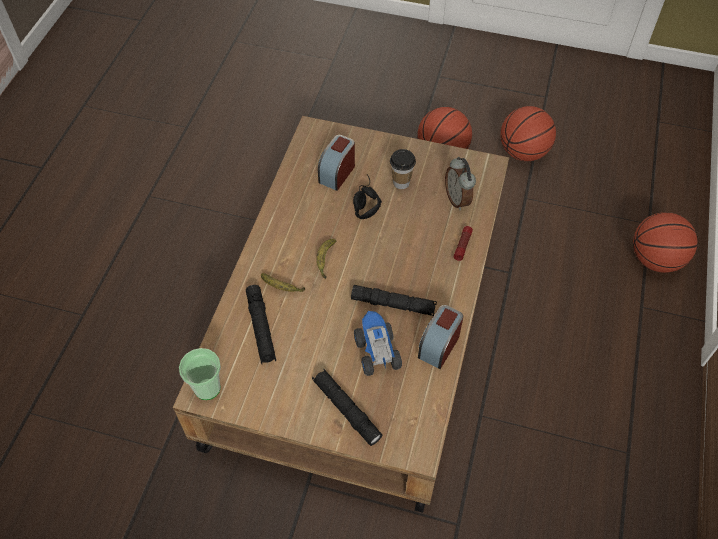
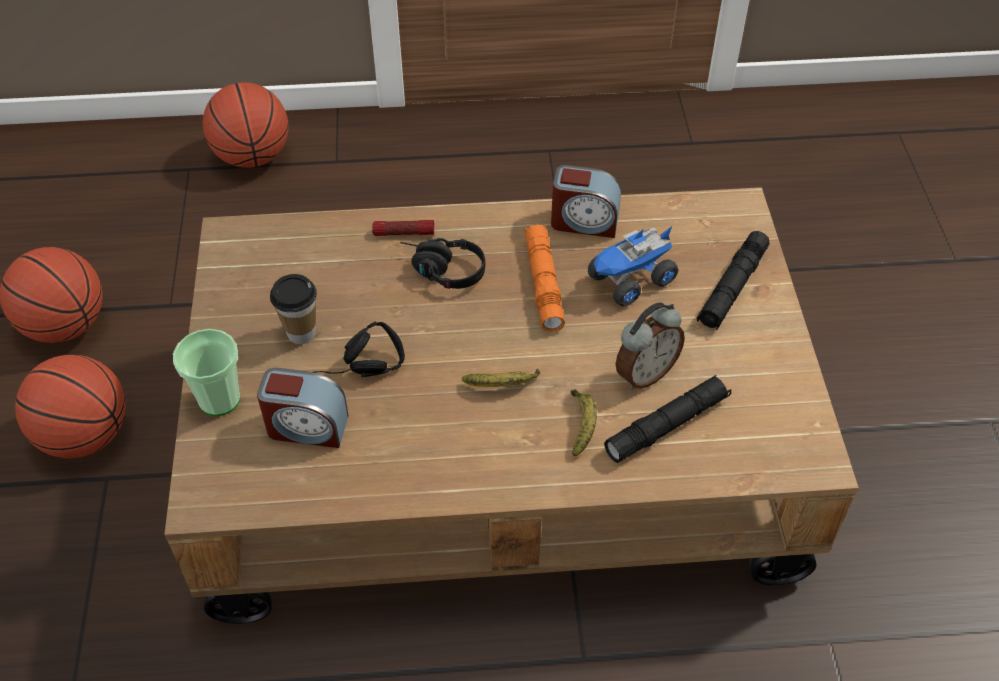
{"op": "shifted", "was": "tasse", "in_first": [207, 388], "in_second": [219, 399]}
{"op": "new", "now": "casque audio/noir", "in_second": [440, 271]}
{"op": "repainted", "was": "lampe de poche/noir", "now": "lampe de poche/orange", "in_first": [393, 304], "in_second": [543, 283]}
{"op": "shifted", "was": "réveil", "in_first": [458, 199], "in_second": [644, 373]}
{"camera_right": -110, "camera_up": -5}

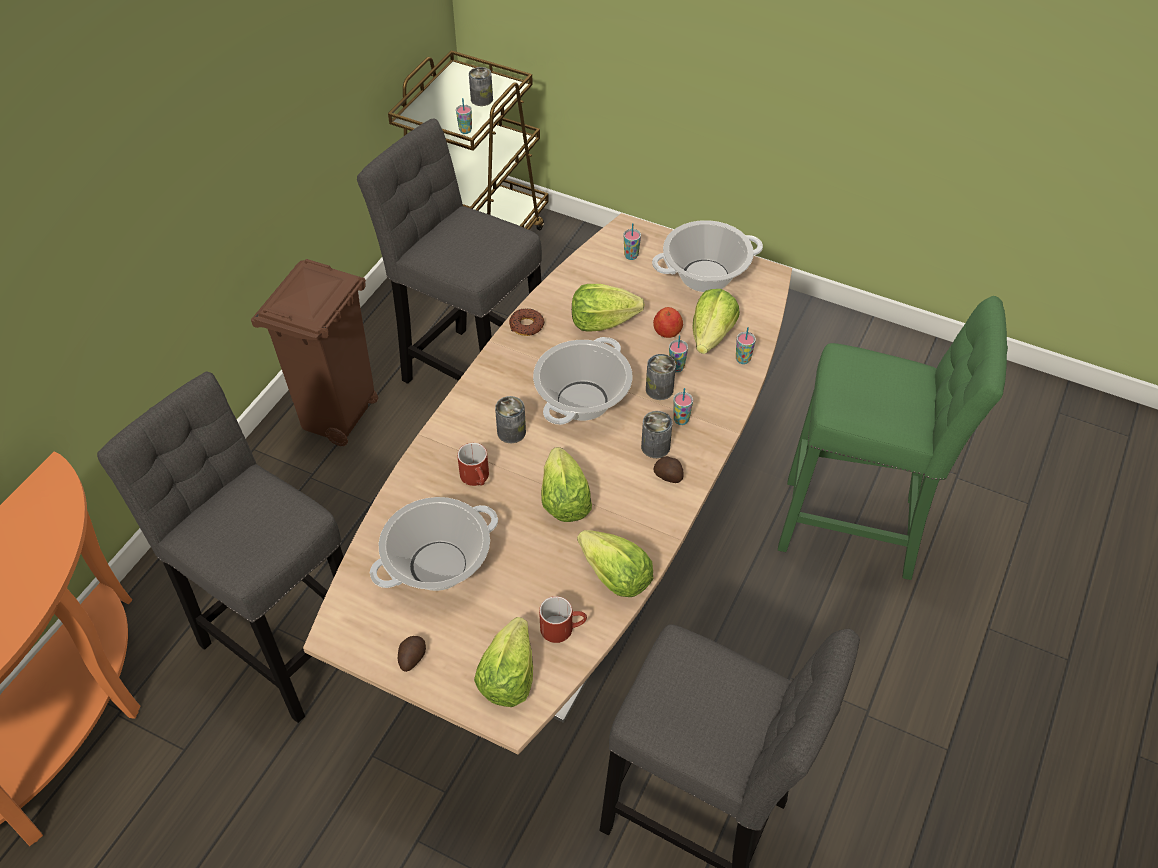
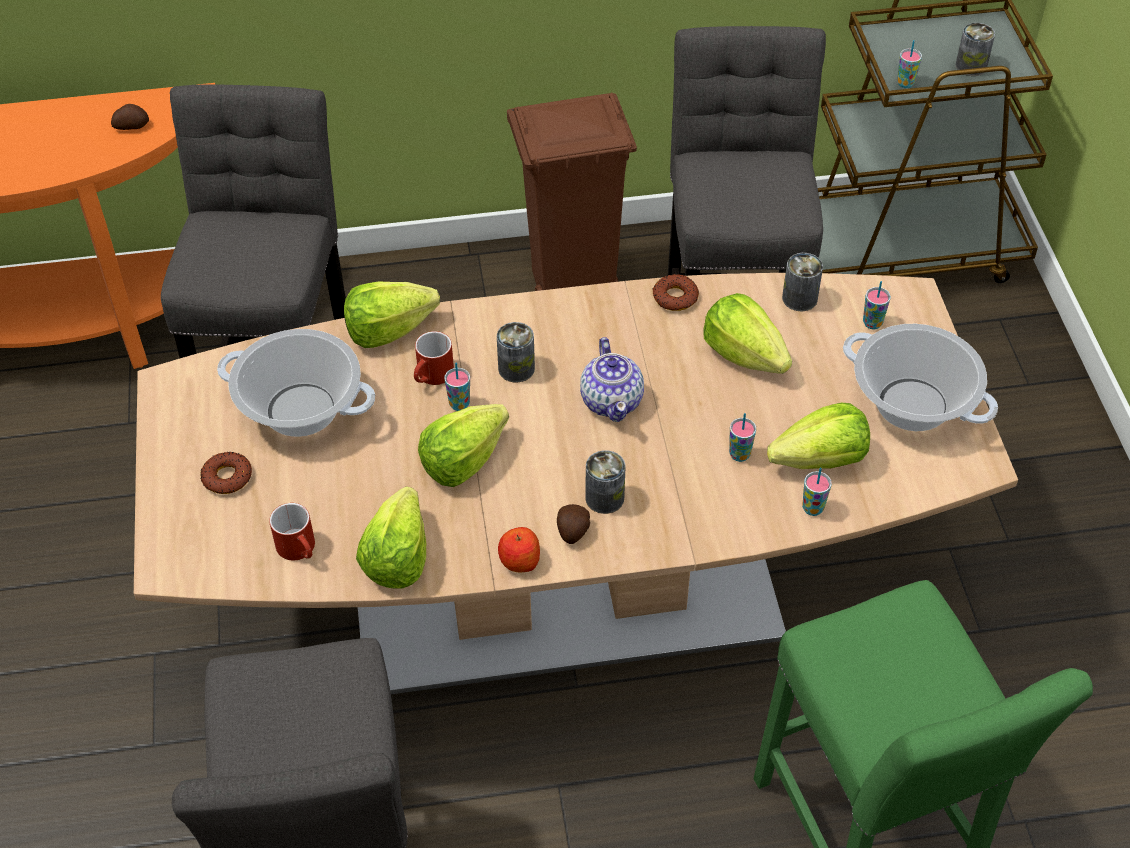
{"op": "shifted", "was": "pomme de terre", "in_first": [411, 657], "in_second": [131, 126]}
{"op": "new", "now": "beignet", "in_second": [227, 477]}
{"op": "shifted", "was": "laitue", "in_first": [508, 677], "in_second": [388, 330]}
{"op": "shifted", "was": "tasse", "in_first": [681, 420], "in_second": [459, 404]}
{"op": "shifted", "was": "pomme", "in_first": [667, 331], "in_second": [519, 560]}
{"op": "swapped", "was": "marmite", "now": "théière", "in_first": [582, 401], "in_second": [612, 400]}
{"op": "shifted", "was": "boîte métallique", "in_first": [659, 389], "in_second": [799, 298]}
{"camera_right": 55, "camera_up": 0}

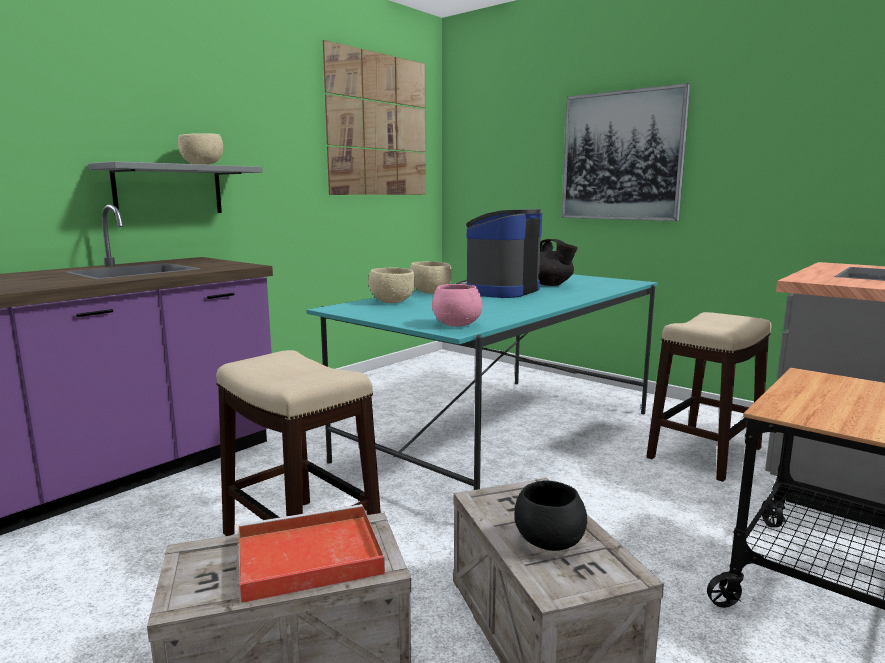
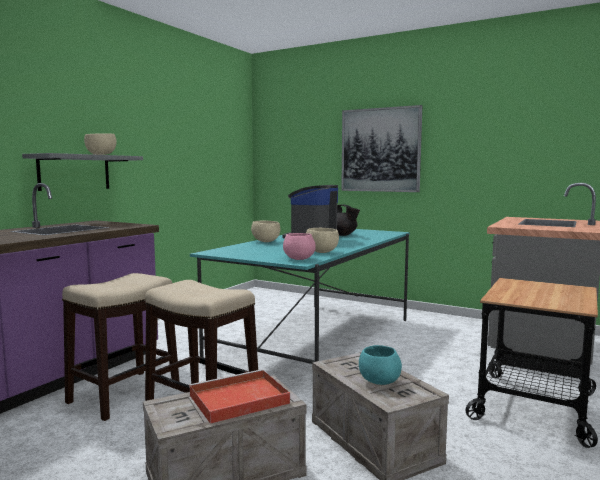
{"op": "shifted", "was": "tabouret", "in_first": [704, 453], "in_second": [123, 394]}
{"op": "shifted", "was": "bol/beige", "in_first": [391, 302], "in_second": [321, 252]}
{"op": "repainted", "was": "bol/noir", "now": "bol/turquoise", "in_first": [549, 542], "in_second": [379, 381]}
{"op": "gone", "was": "tableau", "in_first": [378, 125]}
{"camera_right": -10, "camera_up": -5}

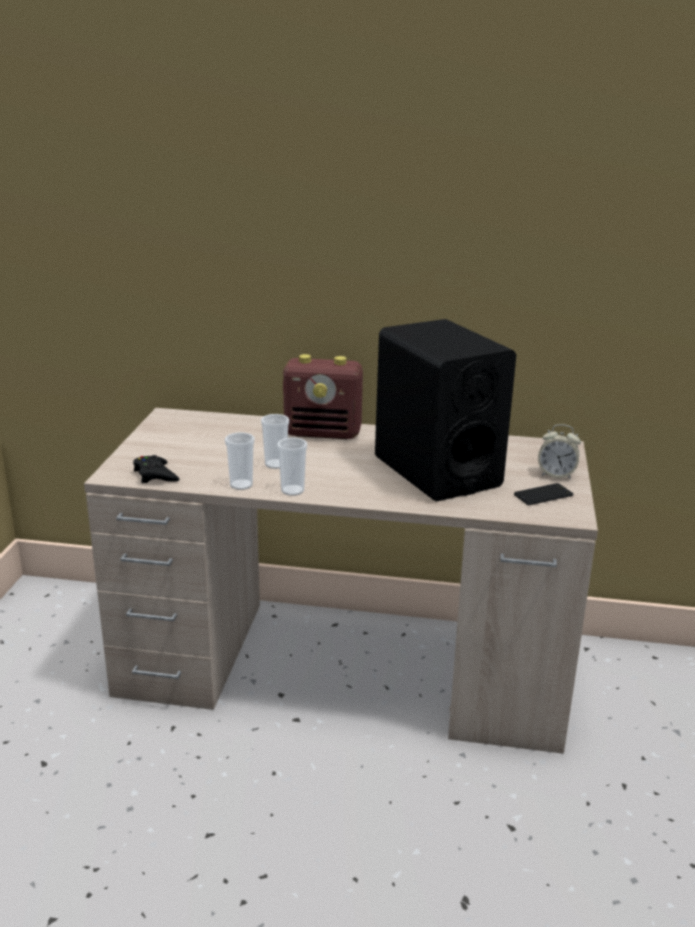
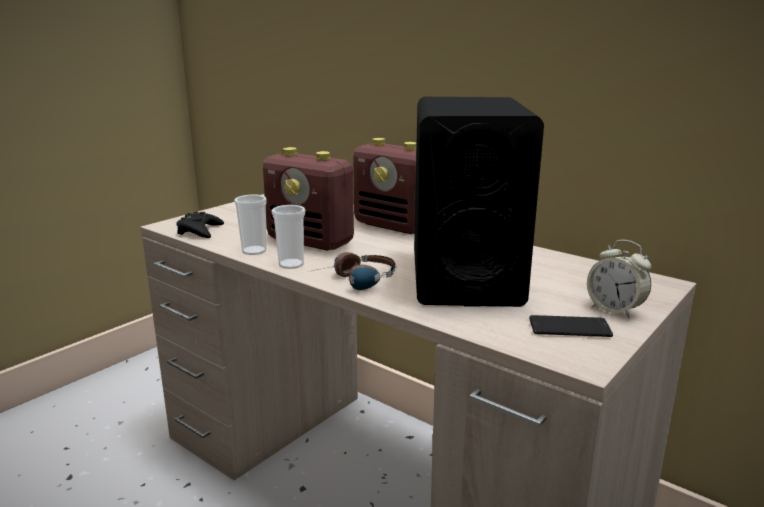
{"op": "swapped", "was": "tasse", "now": "radio", "in_first": [275, 464], "in_second": [311, 241]}
{"op": "new", "now": "casque audio", "in_second": [355, 281]}
{"camera_right": 30, "camera_up": -5}

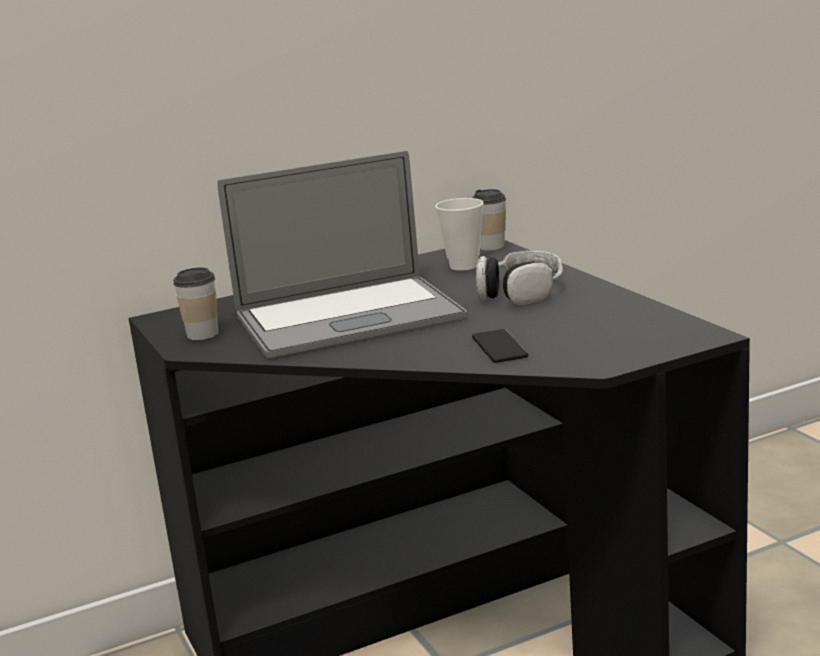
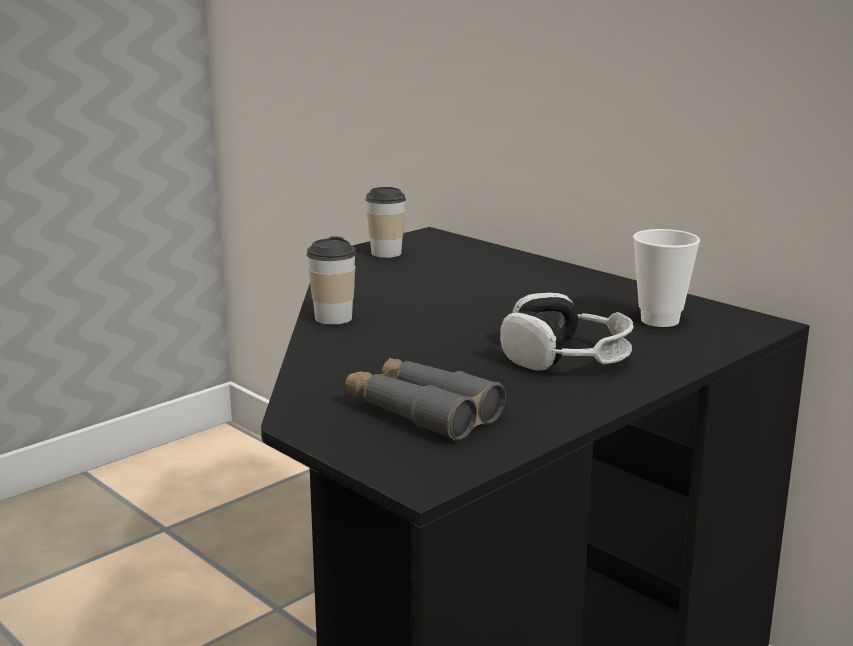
{"op": "shifted", "was": "tasse", "in_first": [491, 246], "in_second": [333, 318]}
{"op": "new", "now": "jumelles/gris", "in_second": [421, 412]}
{"op": "gone", "was": "ordinateur portable", "in_first": [348, 317]}
{"op": "gone", "was": "téléphone", "in_first": [499, 347]}
{"camera_right": 70, "camera_up": 0}

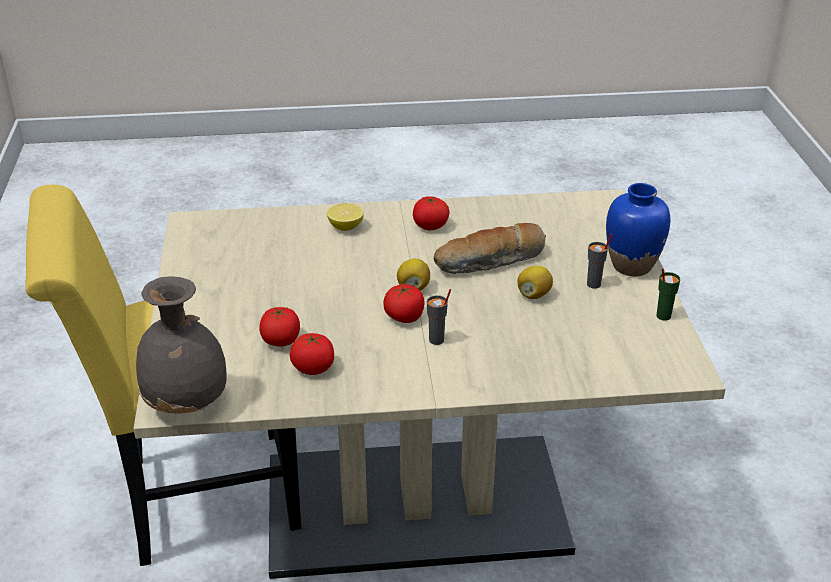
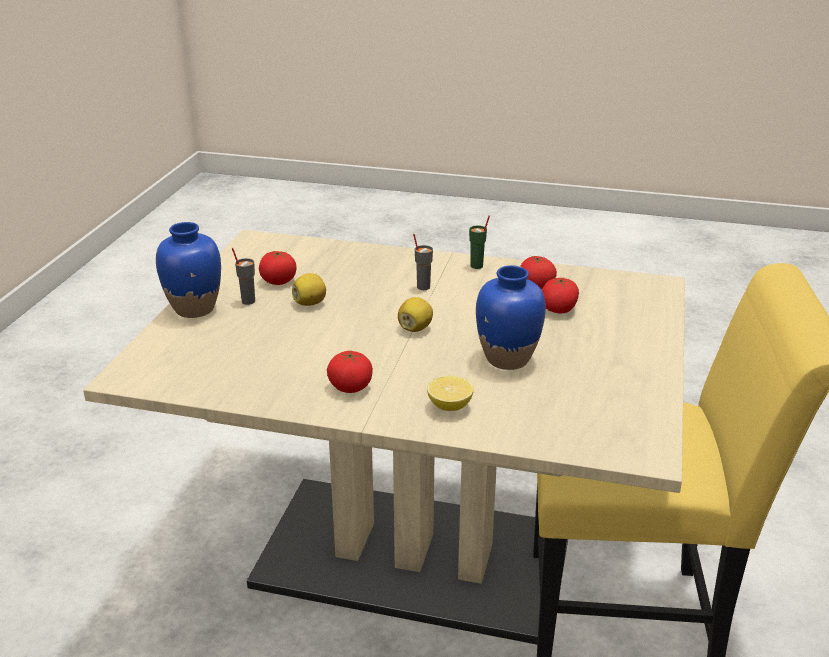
{"op": "shifted", "was": "tomate", "in_first": [404, 317], "in_second": [278, 281]}
{"op": "shifted", "was": "tasse/vert", "in_first": [663, 316], "in_second": [477, 266]}
{"op": "new", "now": "vase/bleu", "in_second": [507, 359]}
{"op": "gone", "was": "vase/gris", "in_first": [188, 403]}
{"op": "gone", "was": "pain", "in_first": [491, 262]}
{"camera_right": -160, "camera_up": -5}

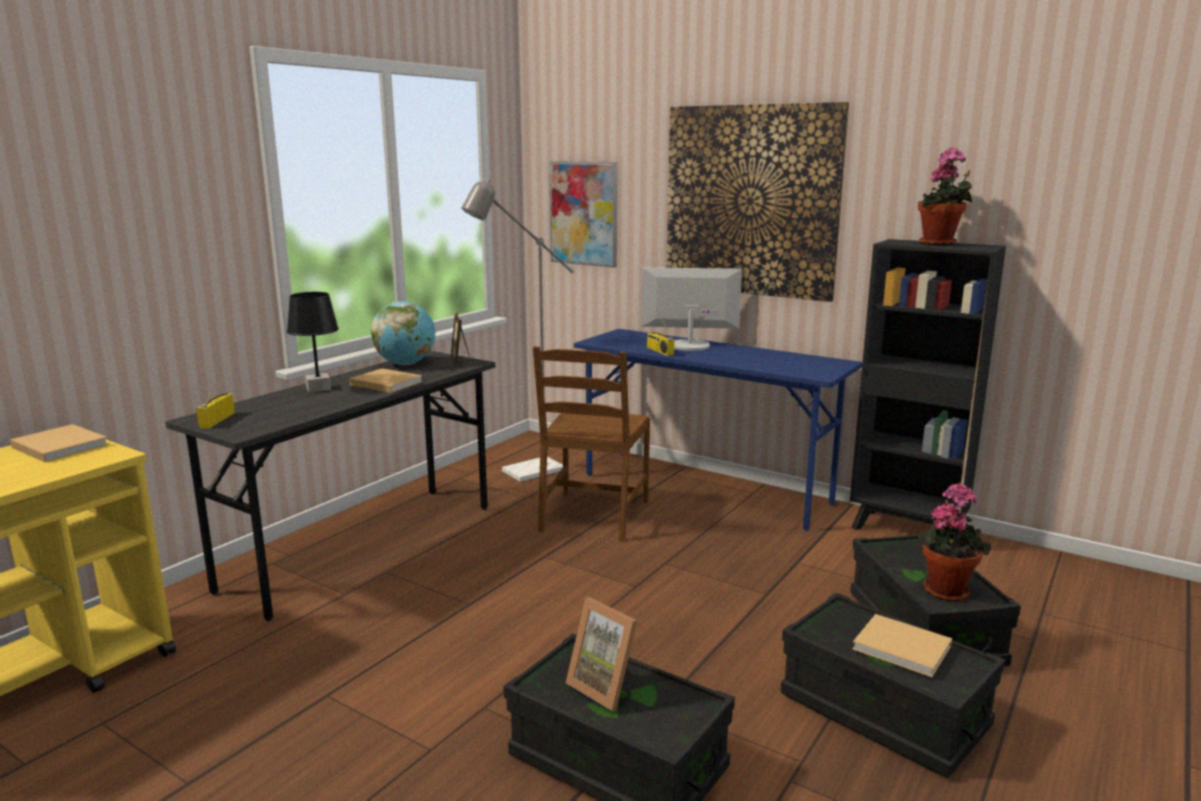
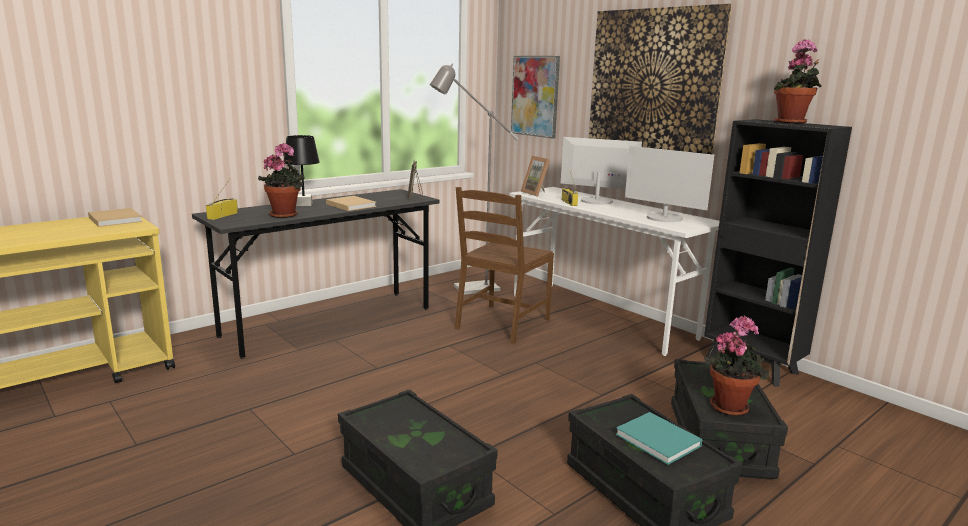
{"op": "new", "now": "plante en pot", "in_second": [285, 214]}
{"op": "repainted", "was": "bureau/bleu", "now": "bureau/blanc", "in_first": [706, 489], "in_second": [601, 316]}
{"op": "shifted", "was": "cadre photo", "in_first": [606, 686], "in_second": [537, 193]}
{"op": "repainted", "was": "livre/beige", "now": "livre/turquoise", "in_first": [904, 649], "in_second": [659, 441]}
{"op": "new", "now": "écran d'ordinateur", "in_second": [664, 218]}
{"op": "gone", "was": "globe", "in_first": [405, 364]}
{"camera_right": 15, "camera_up": 0}

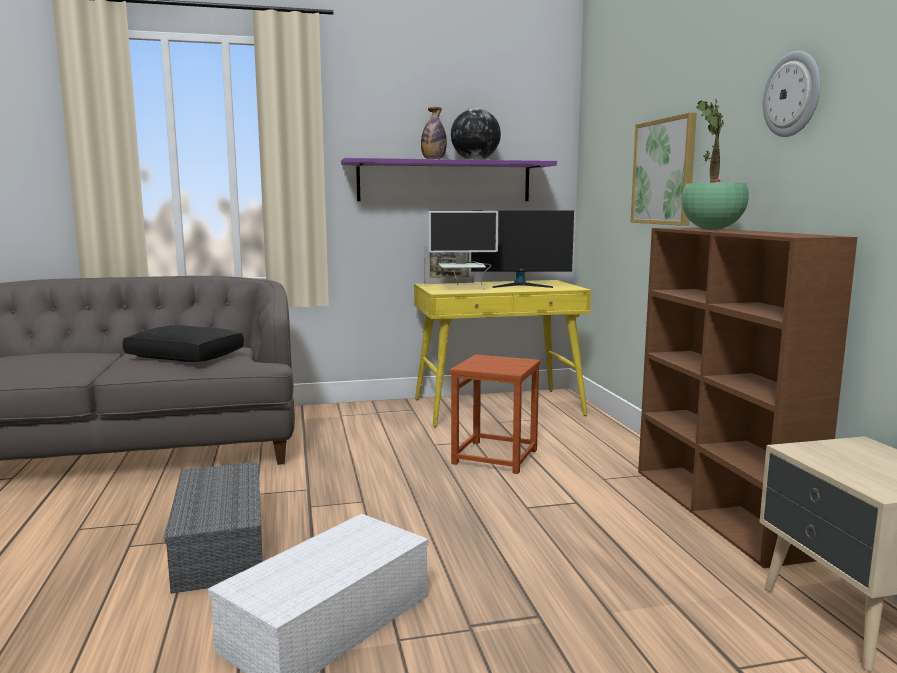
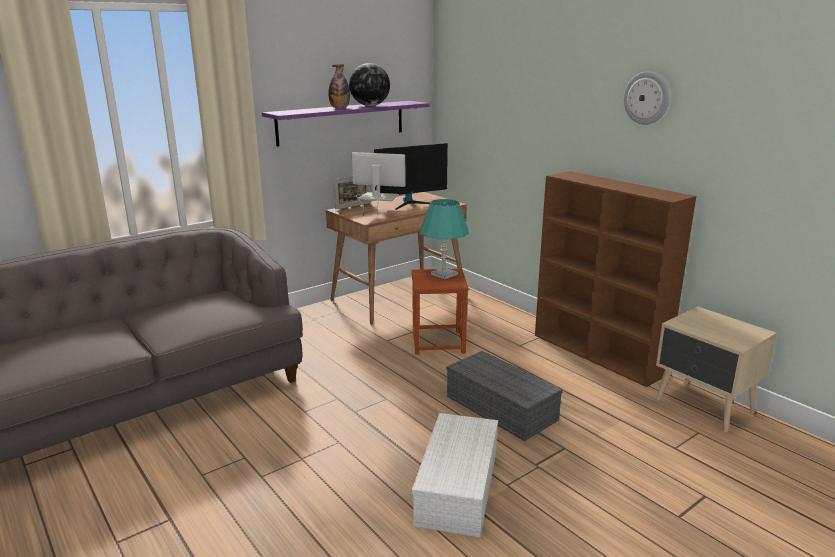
{"op": "repainted", "was": "bureau/jaune", "now": "bureau/marron", "in_first": [498, 407], "in_second": [399, 297]}
{"op": "rotated", "was": "écran d'ordinateur", "in_first": [462, 289], "in_second": [378, 215], "clockwise": -135}
{"op": "new", "now": "lampe de table/turquoise", "in_second": [443, 274]}
{"op": "shifted", "was": "boîte de rangement/gris", "in_first": [222, 546], "in_second": [503, 408]}
{"op": "gone", "was": "coussin/noir", "in_first": [187, 356]}
{"op": "gone", "was": "tableau", "in_first": [664, 172]}
{"op": "gone", "was": "plante en pot", "in_first": [712, 229]}
{"camera_right": -25, "camera_up": 10}

